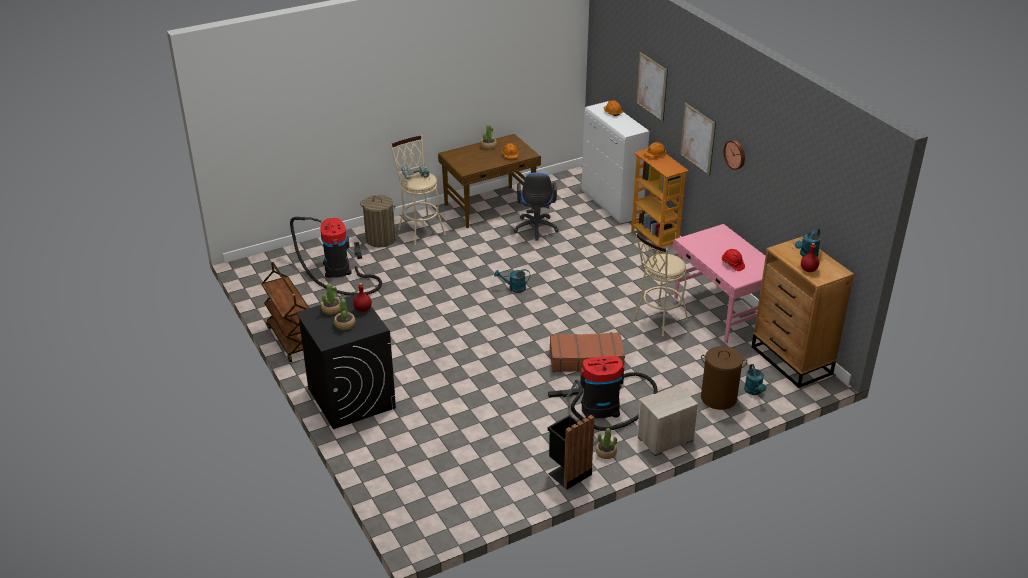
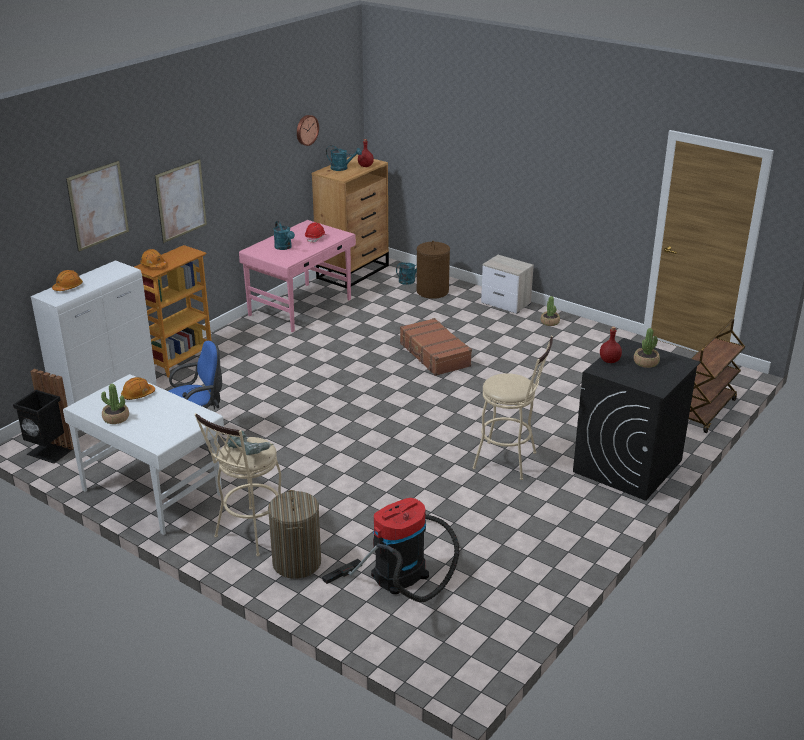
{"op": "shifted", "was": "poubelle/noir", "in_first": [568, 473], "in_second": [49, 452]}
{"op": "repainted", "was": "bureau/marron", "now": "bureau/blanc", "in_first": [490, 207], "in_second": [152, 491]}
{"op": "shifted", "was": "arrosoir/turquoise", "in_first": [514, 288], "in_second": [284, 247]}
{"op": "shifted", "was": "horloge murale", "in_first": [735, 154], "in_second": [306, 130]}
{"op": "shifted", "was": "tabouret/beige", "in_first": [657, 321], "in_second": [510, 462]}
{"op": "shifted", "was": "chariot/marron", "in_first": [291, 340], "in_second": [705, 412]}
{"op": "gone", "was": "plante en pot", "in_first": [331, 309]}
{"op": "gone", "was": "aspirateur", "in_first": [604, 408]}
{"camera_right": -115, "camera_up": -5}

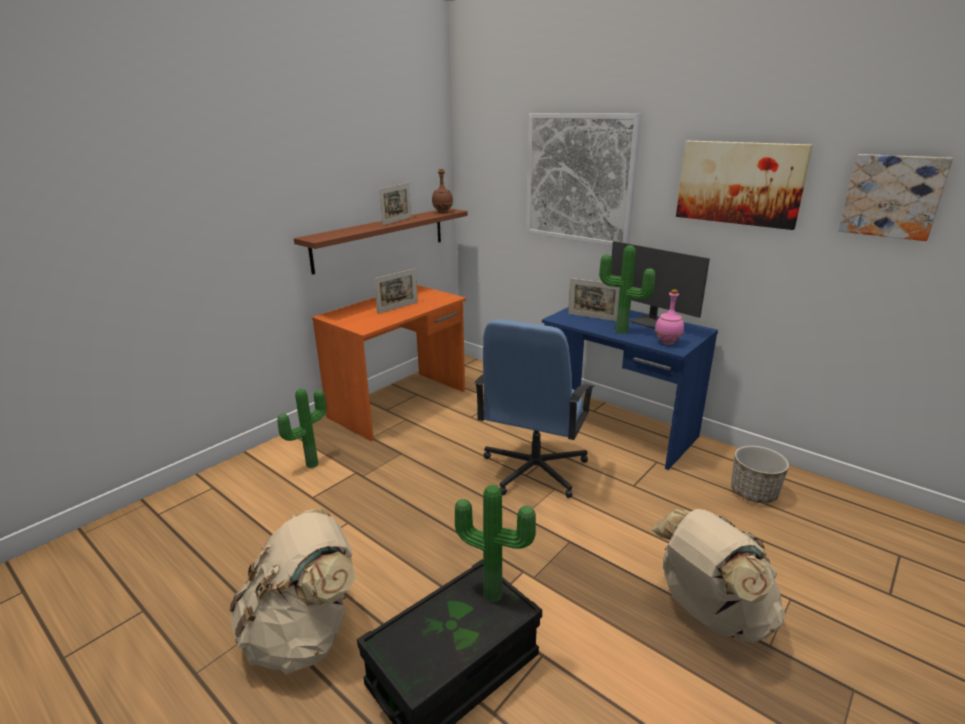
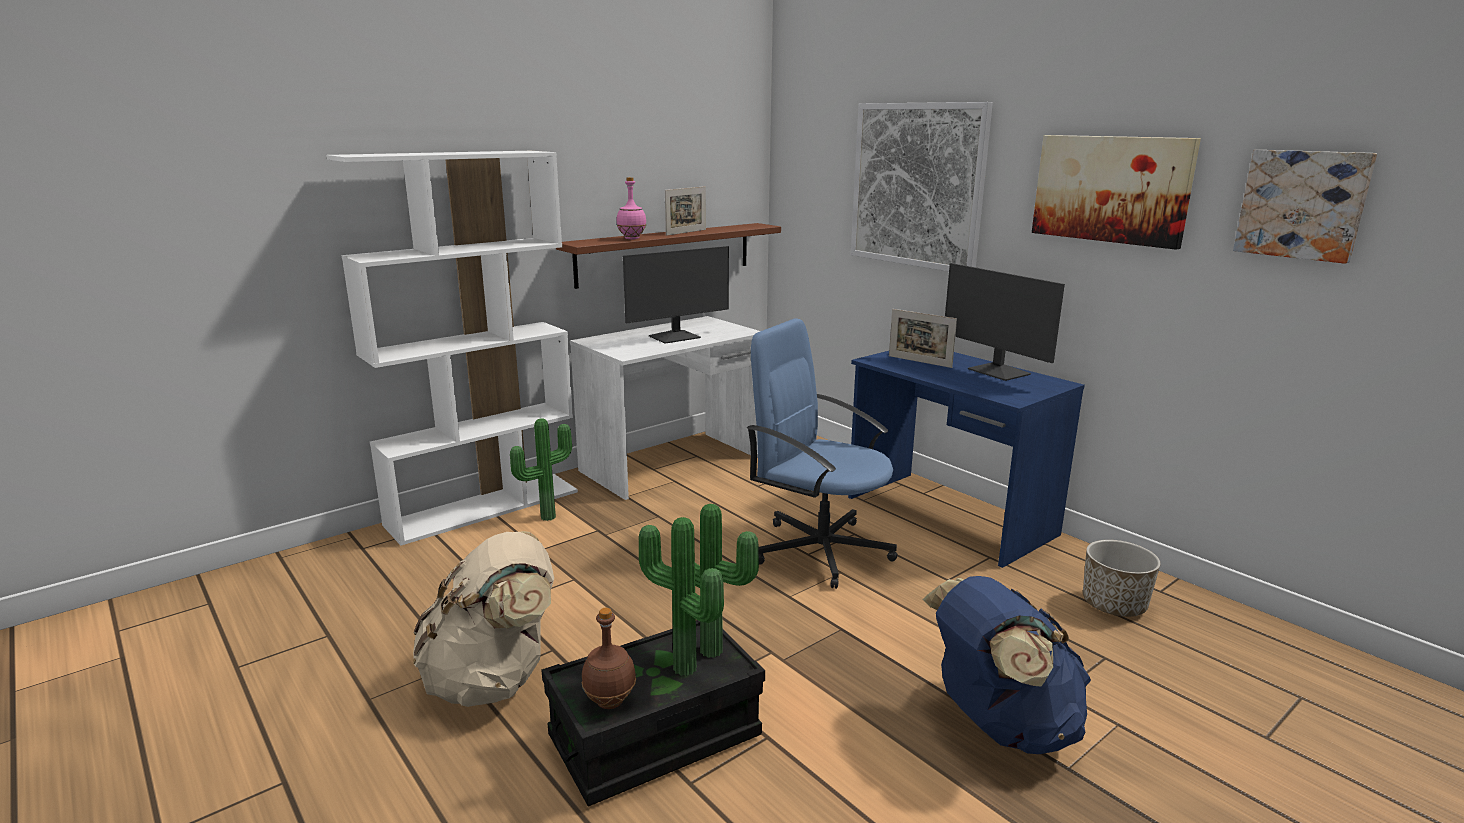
{"op": "new", "now": "bibliothèque/blanc", "in_second": [484, 507]}
{"op": "repainted", "was": "bureau/orange", "now": "bureau/blanc", "in_first": [400, 404], "in_second": [672, 464]}
{"op": "shifted", "was": "bouteille/marron", "in_first": [442, 212], "in_second": [610, 701]}
{"op": "shifted", "was": "bouteille/rose", "in_first": [667, 342], "in_second": [632, 238]}
{"op": "swapped", "was": "cadre photo", "now": "écran d'ordinateur", "in_first": [397, 307], "in_second": [675, 337]}
{"op": "shifted", "was": "plante en pot", "in_first": [621, 332], "in_second": [682, 671]}
{"op": "rotated", "was": "chaise de bureau/bleu", "in_first": [533, 470], "in_second": [820, 550], "clockwise": 90}
{"op": "repainted", "was": "sac à dos/beige", "now": "sac à dos/bleu", "in_first": [709, 613], "in_second": [999, 725]}
{"camera_right": 10, "camera_up": -5}

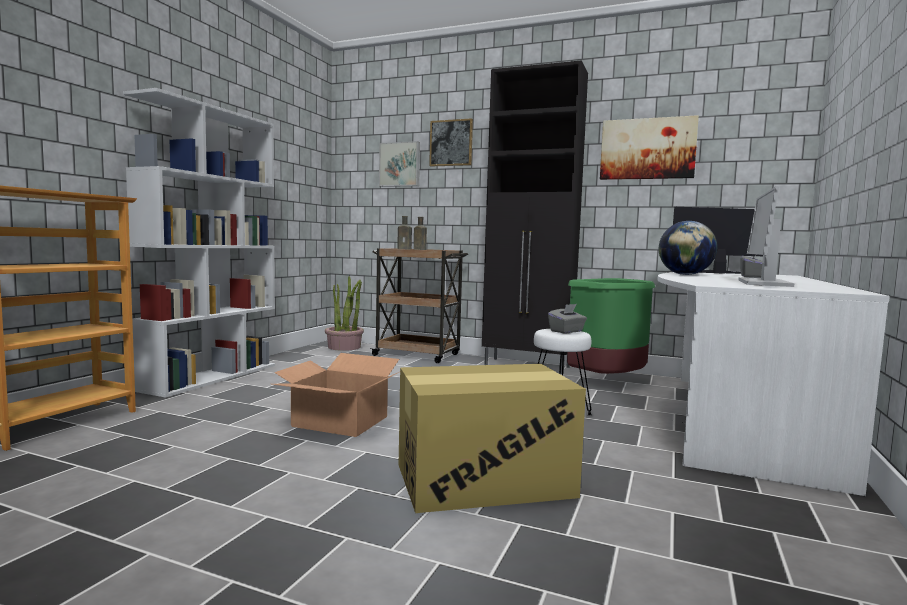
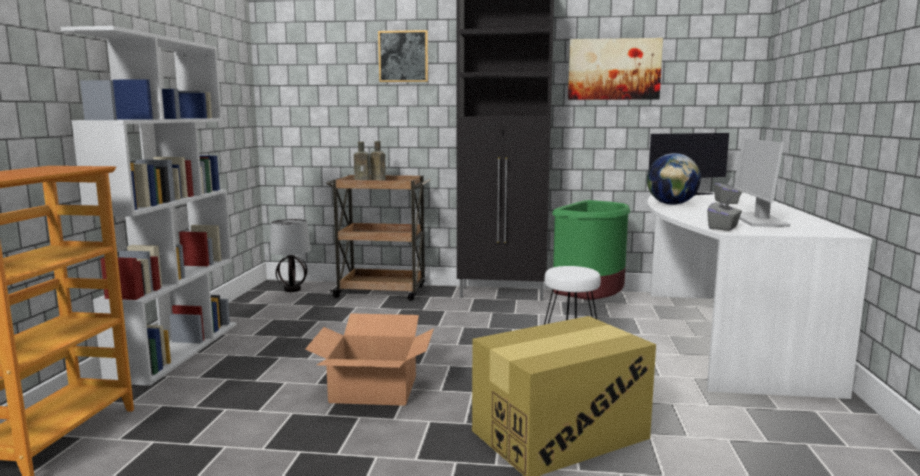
{"op": "swapped", "was": "plante en pot", "now": "lampe de table", "in_first": [344, 347], "in_second": [293, 289]}
{"op": "shifted", "was": "boîte à mouchoirs/gris", "in_first": [567, 331], "in_second": [723, 228]}
{"op": "gone", "was": "tableau", "in_first": [400, 164]}
{"camera_right": -15, "camera_up": 5}

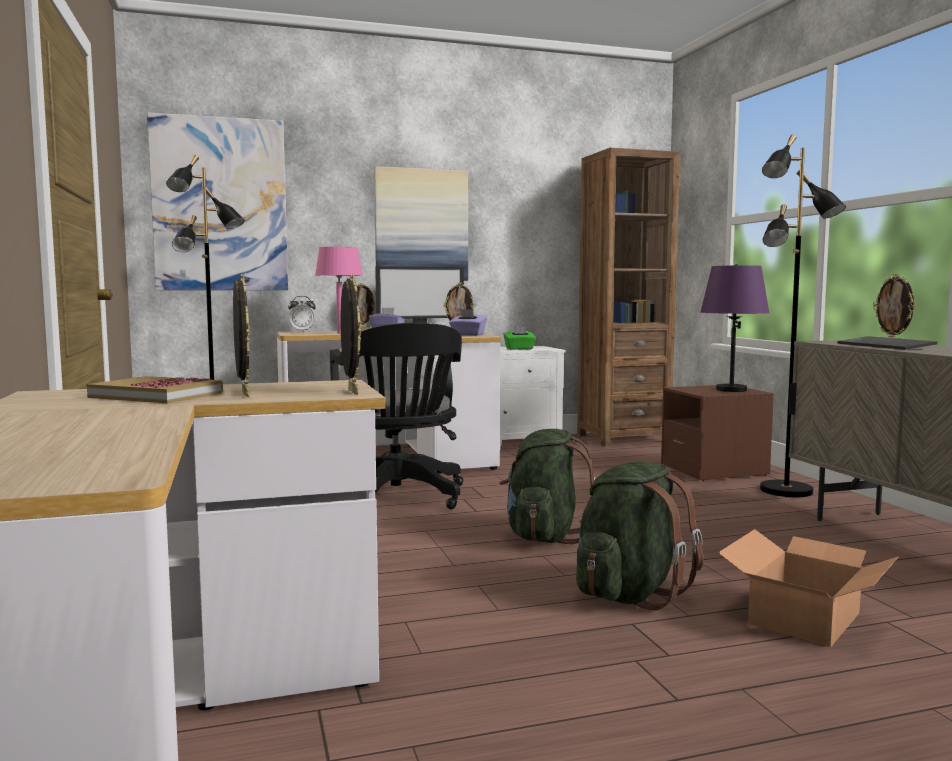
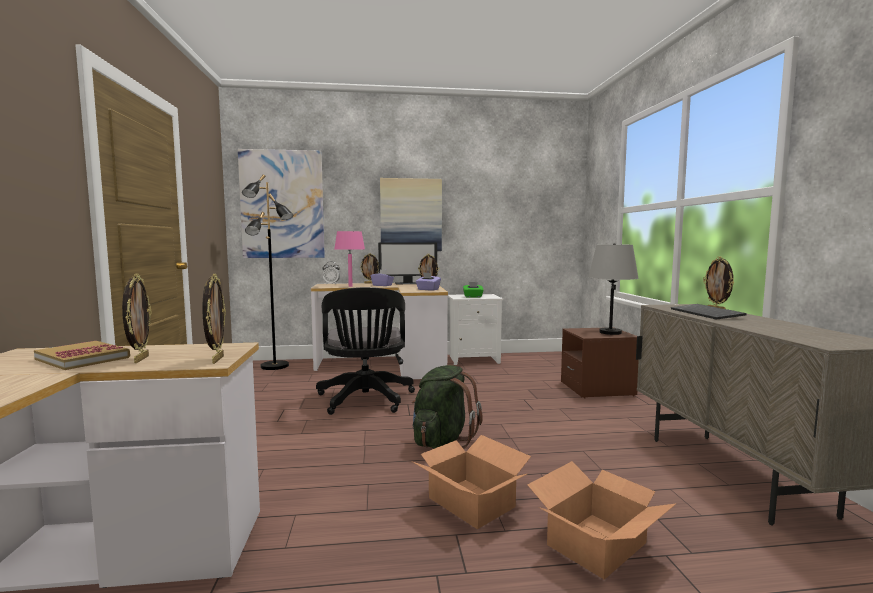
{"op": "swapped", "was": "sac à dos/vert", "now": "carton", "in_first": [629, 594], "in_second": [471, 503]}
{"op": "repainted", "was": "lampe de table/violet", "now": "lampe de table/gris", "in_first": [730, 389], "in_second": [610, 332]}
{"op": "gone", "was": "bibliothèque/marron", "in_first": [623, 438]}
{"op": "gone", "was": "lampadaire/noir", "in_first": [787, 491]}
{"camera_right": 10, "camera_up": 0}

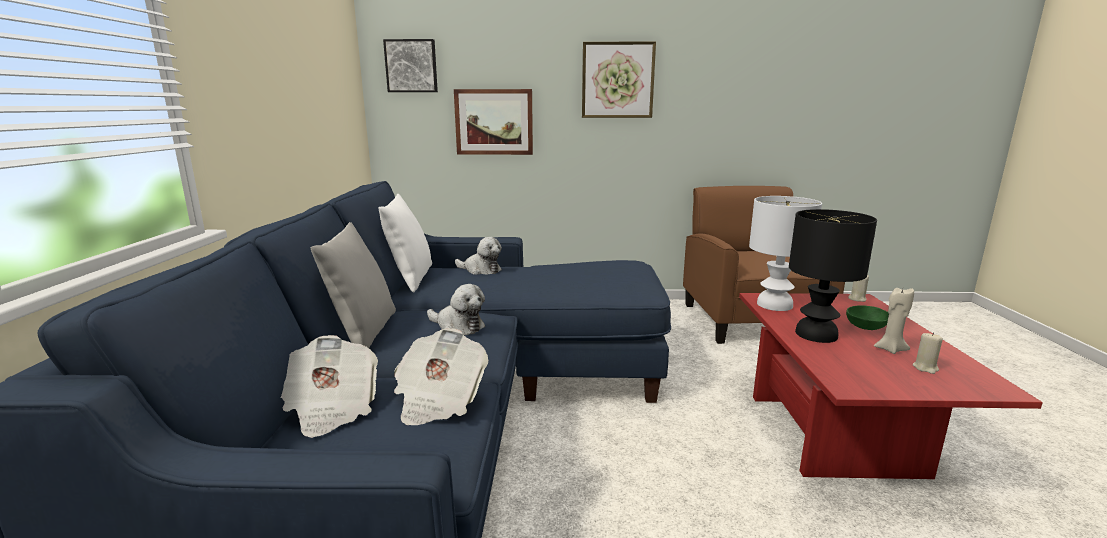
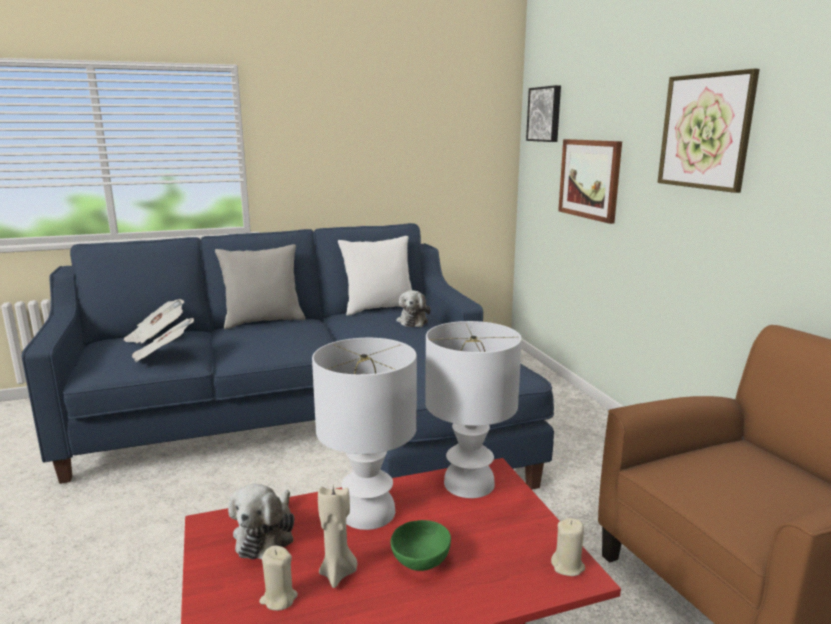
{"op": "shifted", "was": "peluche", "in_first": [458, 326], "in_second": [266, 535]}
{"op": "repainted", "was": "lampe de table/noir", "now": "lampe de table/blanc", "in_first": [816, 334], "in_second": [369, 513]}
{"camera_right": 70, "camera_up": 0}

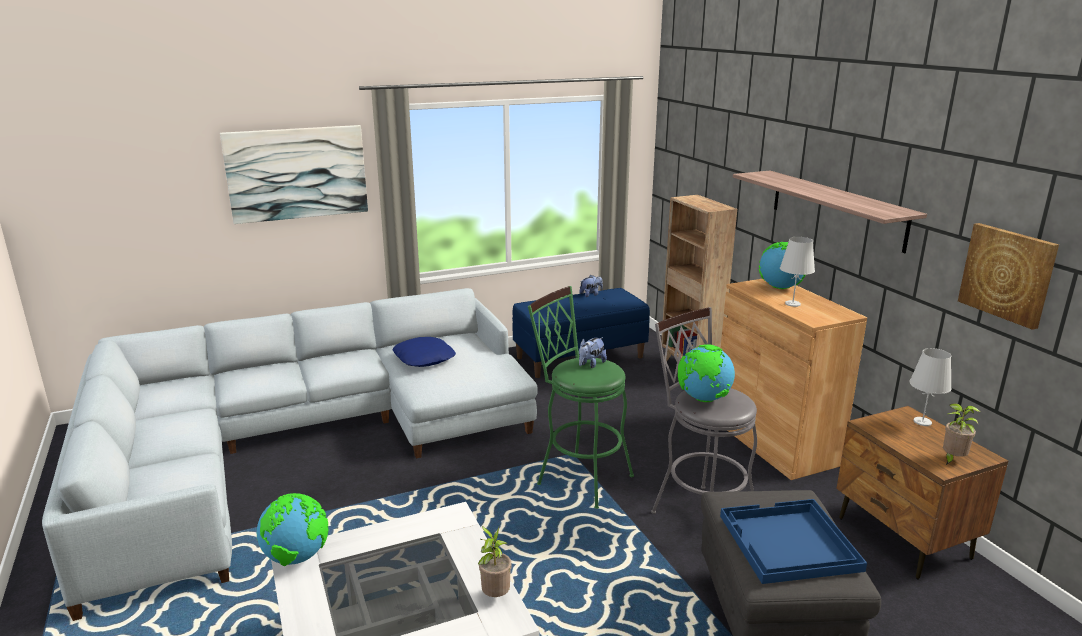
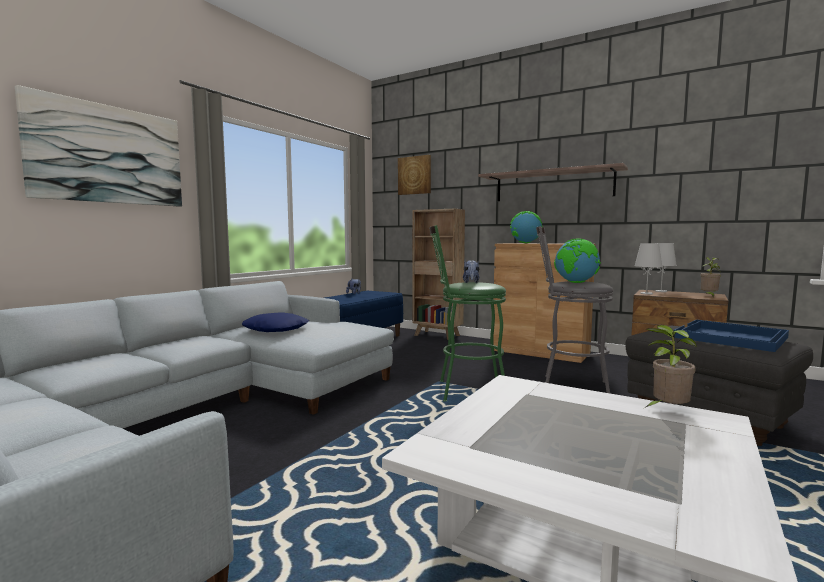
{"op": "shifted", "was": "tableau", "in_first": [1007, 274], "in_second": [414, 175]}
{"op": "shifted", "was": "lampe de table/blanc", "in_first": [793, 304], "in_second": [646, 293]}
{"op": "gone", "was": "globe", "in_first": [297, 558]}
{"camera_right": -35, "camera_up": -15}

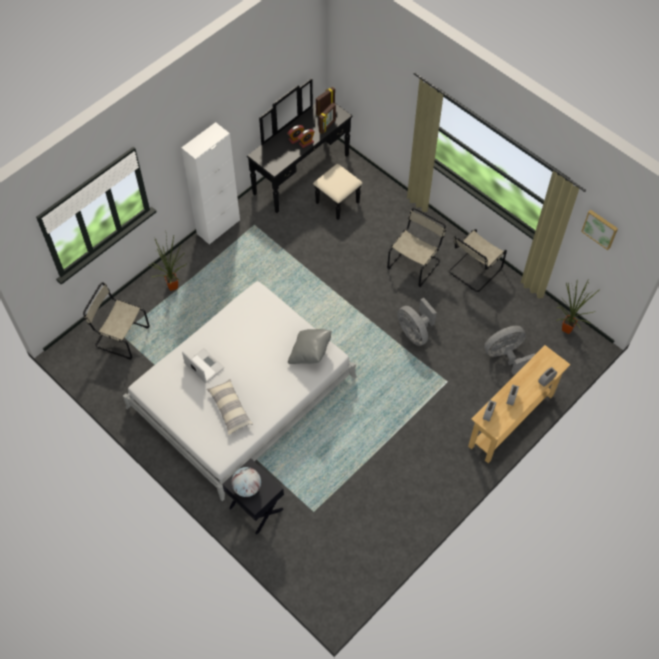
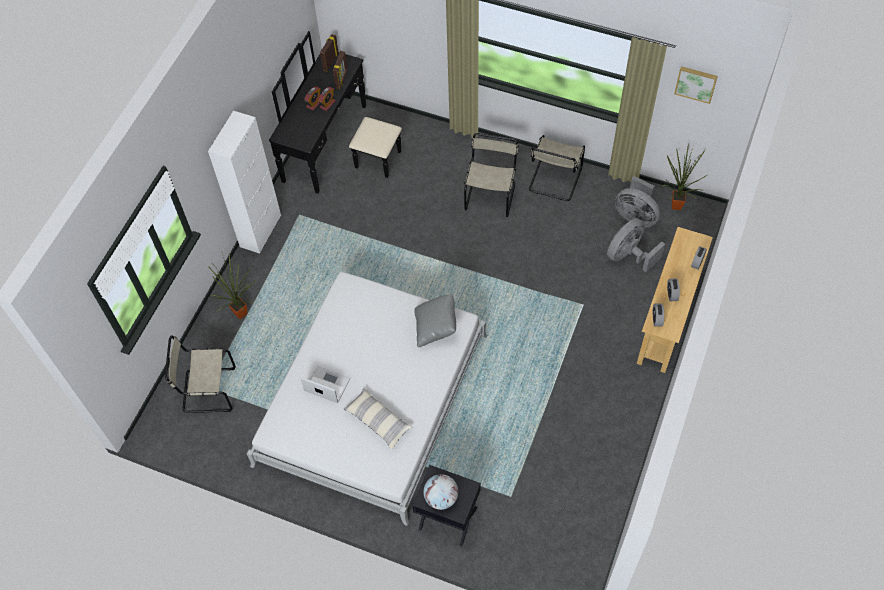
{"op": "shifted", "was": "ventilateur/gris", "in_first": [414, 332], "in_second": [636, 216]}
{"camera_right": -20, "camera_up": 0}

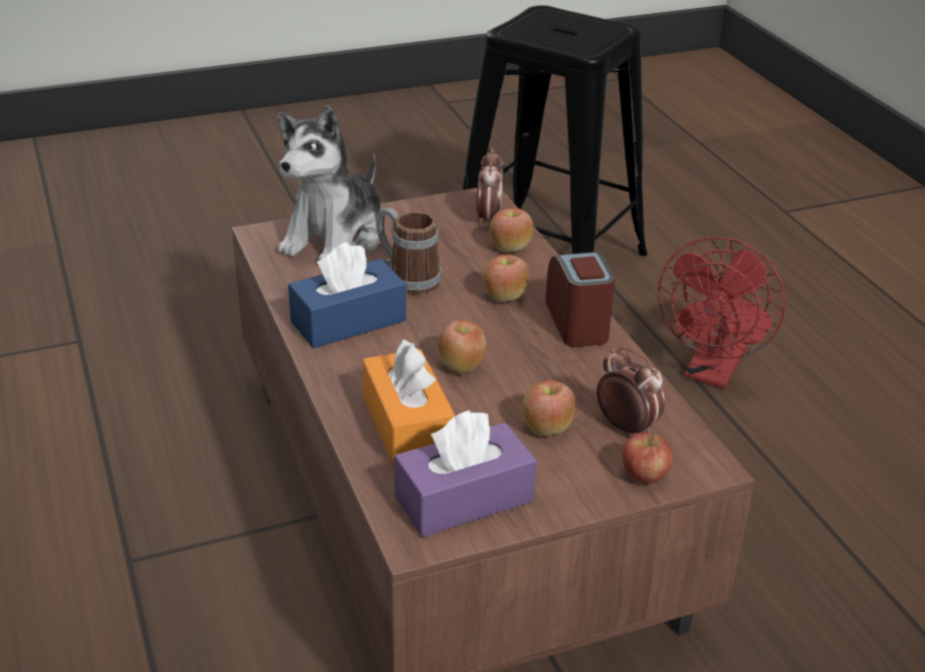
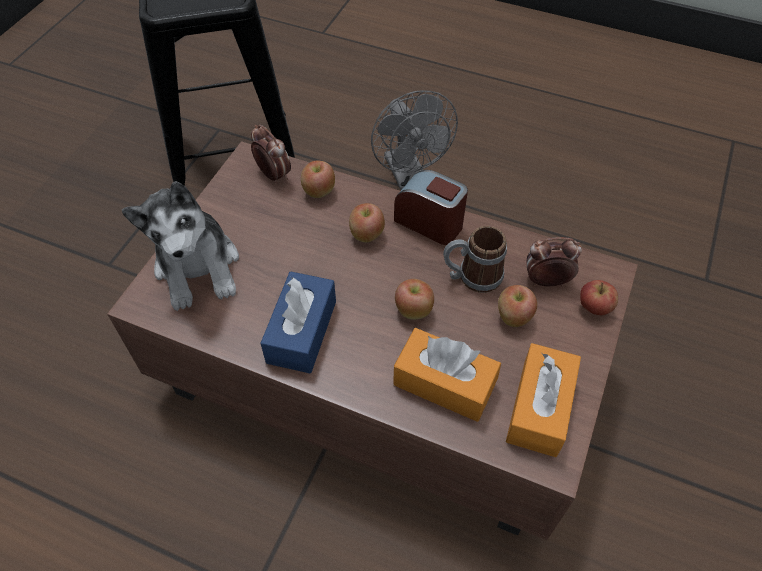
{"op": "repainted", "was": "ventilateur/rouge", "now": "ventilateur/gris", "in_first": [712, 373], "in_second": [409, 176]}
{"op": "shifted", "was": "mug", "in_first": [406, 278], "in_second": [471, 277]}
{"op": "repainted", "was": "boîte à mouchoirs/violet", "now": "boîte à mouchoirs/orange", "in_first": [464, 499], "in_second": [539, 408]}
{"camera_right": -45, "camera_up": 20}

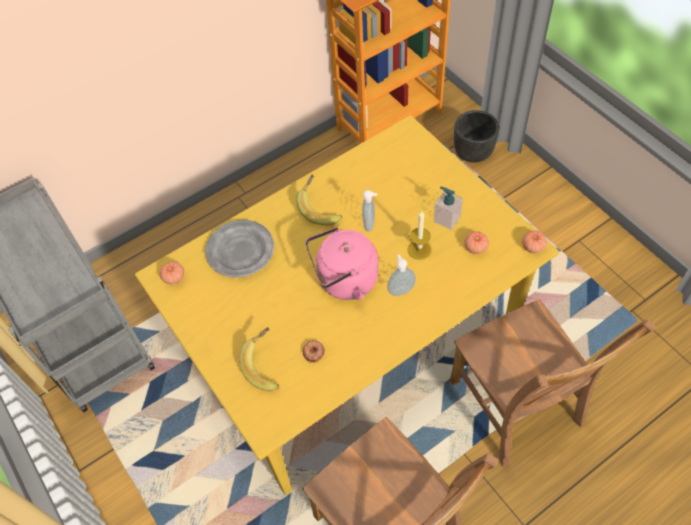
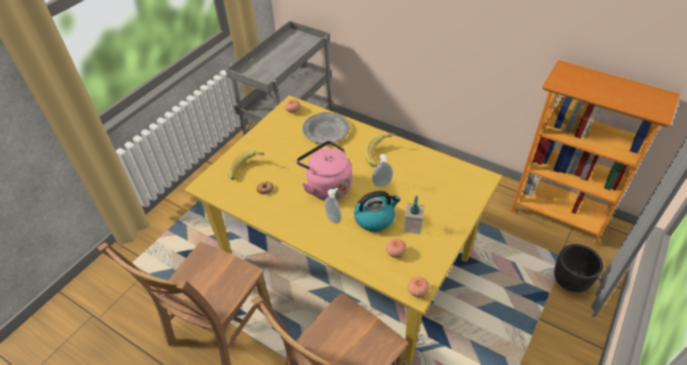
{"op": "swapped", "was": "bougie", "now": "bouilloire", "in_first": [419, 249], "in_second": [375, 218]}
{"camera_right": 65, "camera_up": -10}

